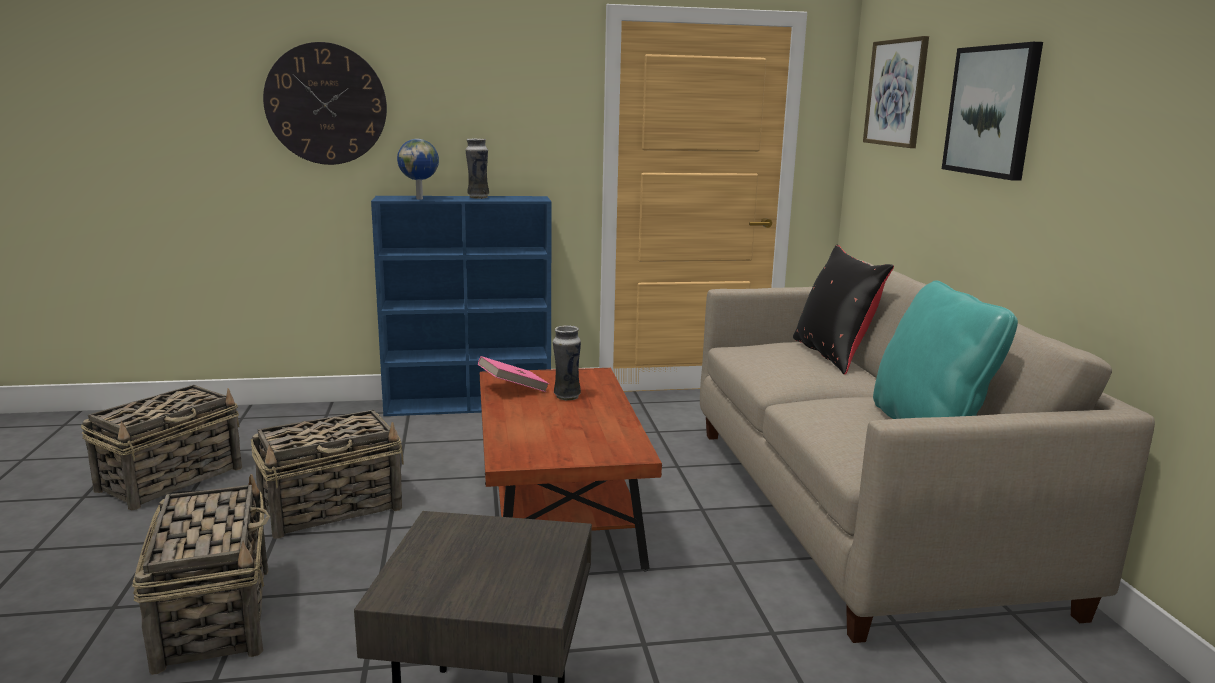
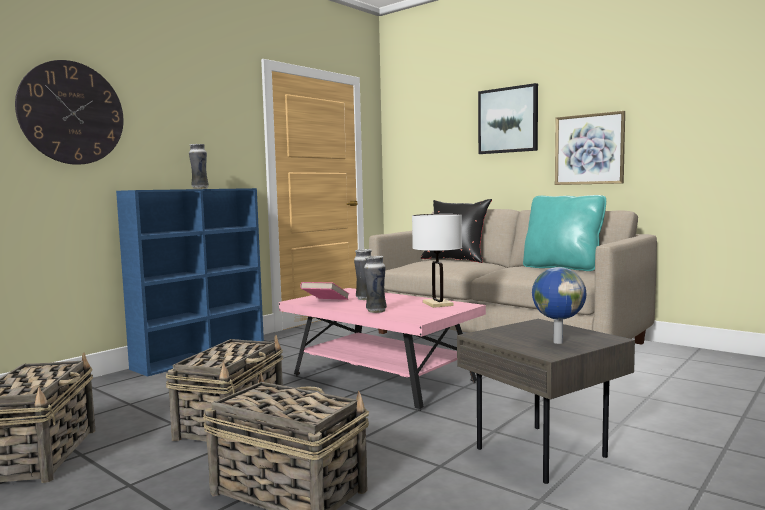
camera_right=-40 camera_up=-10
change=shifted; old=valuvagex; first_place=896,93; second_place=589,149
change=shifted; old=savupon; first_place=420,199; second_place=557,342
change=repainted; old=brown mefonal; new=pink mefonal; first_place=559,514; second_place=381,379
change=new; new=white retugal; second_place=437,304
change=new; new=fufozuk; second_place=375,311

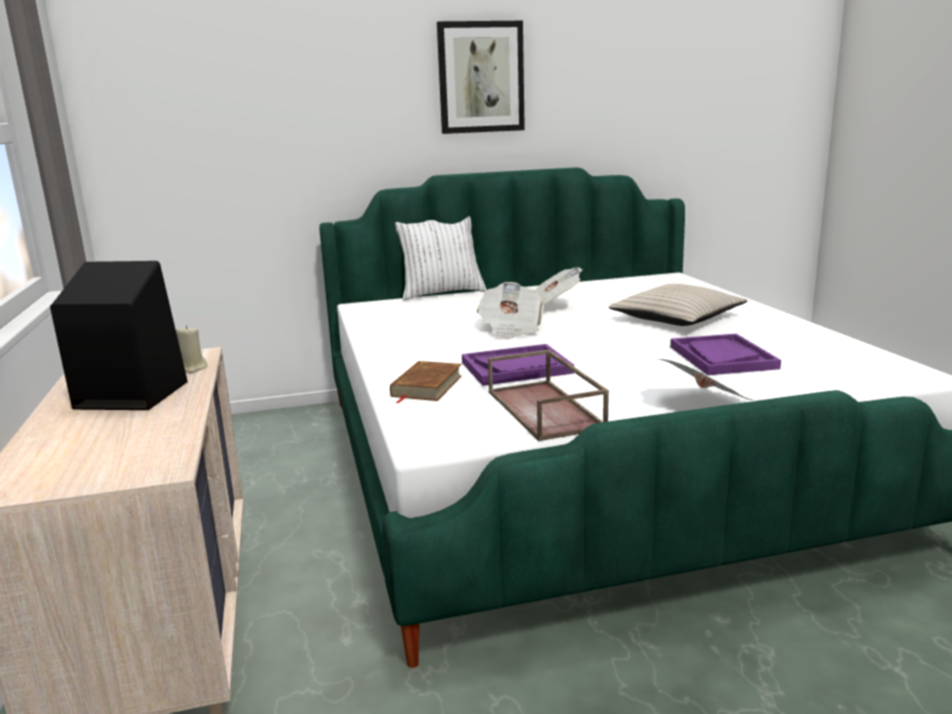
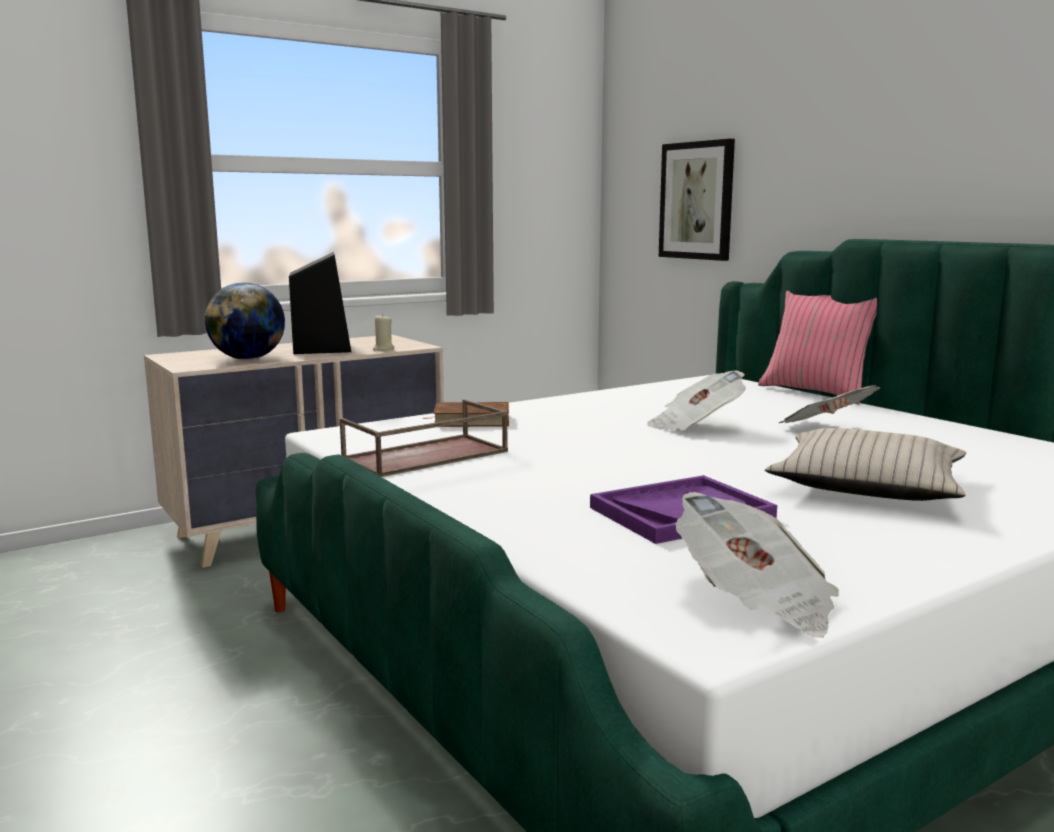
camera_right=70 camera_up=-5
change=shifted; old=valuvagex; first_place=481,77; second_place=697,201
change=repainted; old=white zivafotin; new=pink zivafotin; first_place=441,293; second_place=817,392
change=gone; old=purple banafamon; first_place=516,367
change=shifted; old=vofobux; first_place=706,404; second_place=756,603
change=new; new=savupon; second_place=248,359

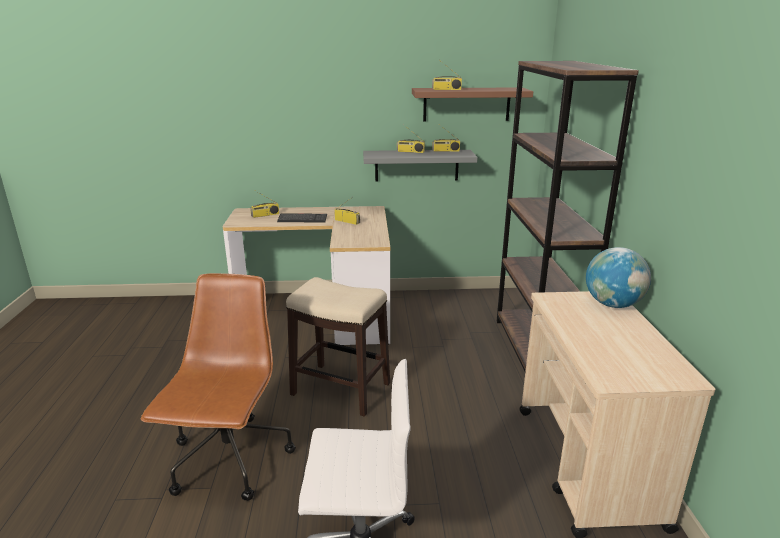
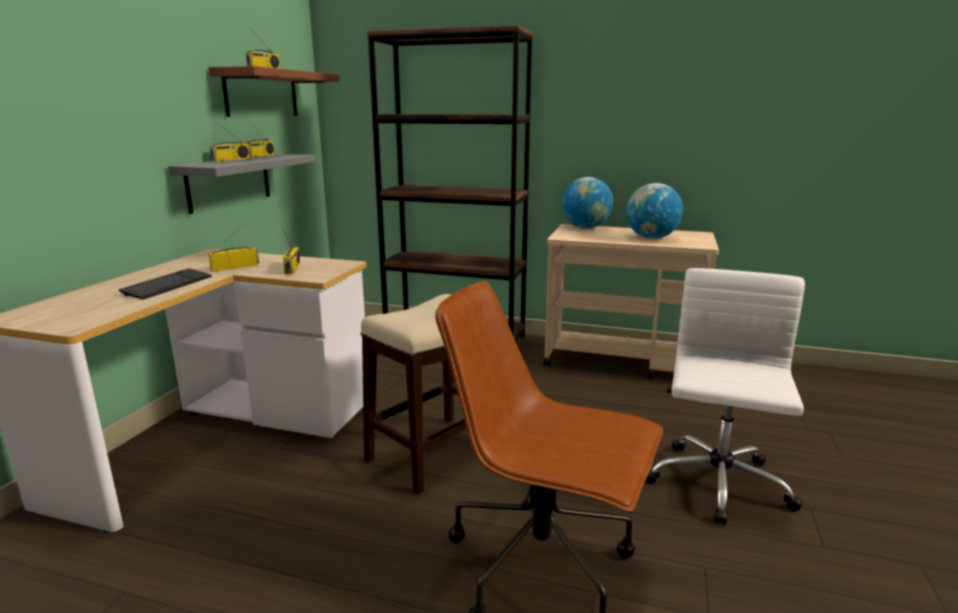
camera_right=-70 camera_up=-5
change=shifted; old=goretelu; first_place=265,215; second_place=293,268
change=new; new=savupon; second_place=651,238

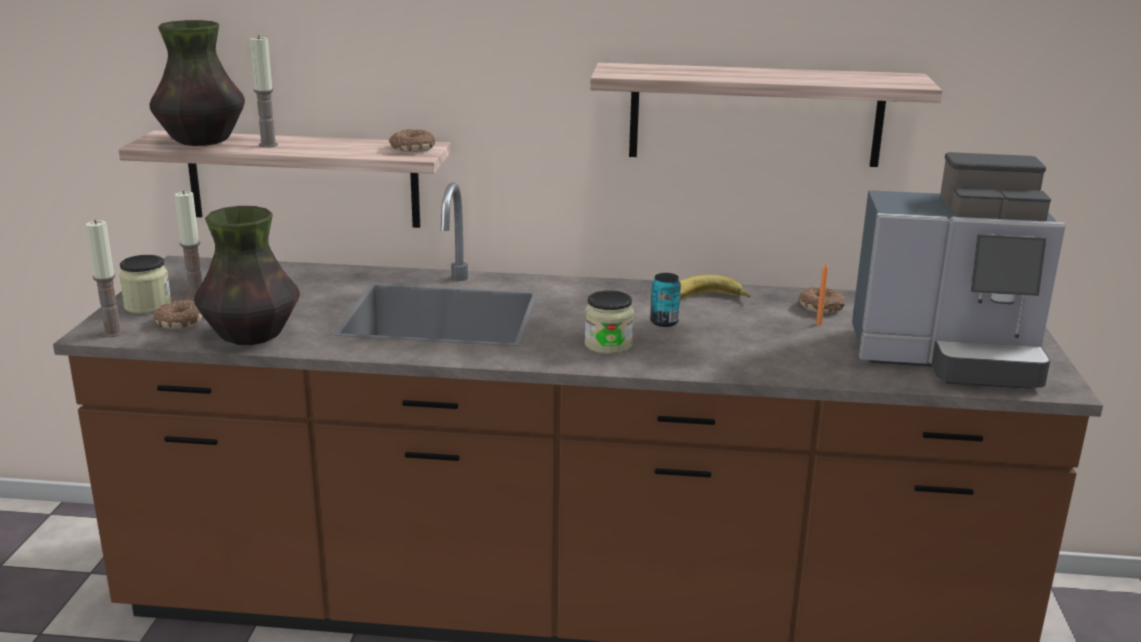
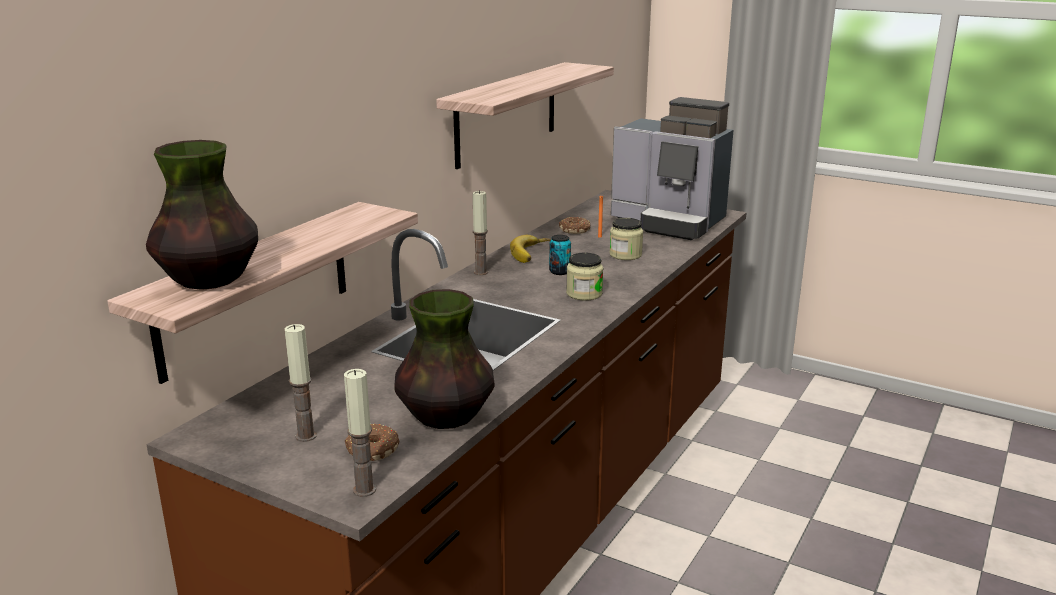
camera_right=-65 camera_up=0
change=shifted; old=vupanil; first_place=268,145; second_place=481,272
change=gone; old=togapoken; first_place=411,148
change=rotated; old=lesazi; first_place=948,357; second_place=670,222; degrees=90
change=shifted; old=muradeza; first_place=148,306; second_place=625,255

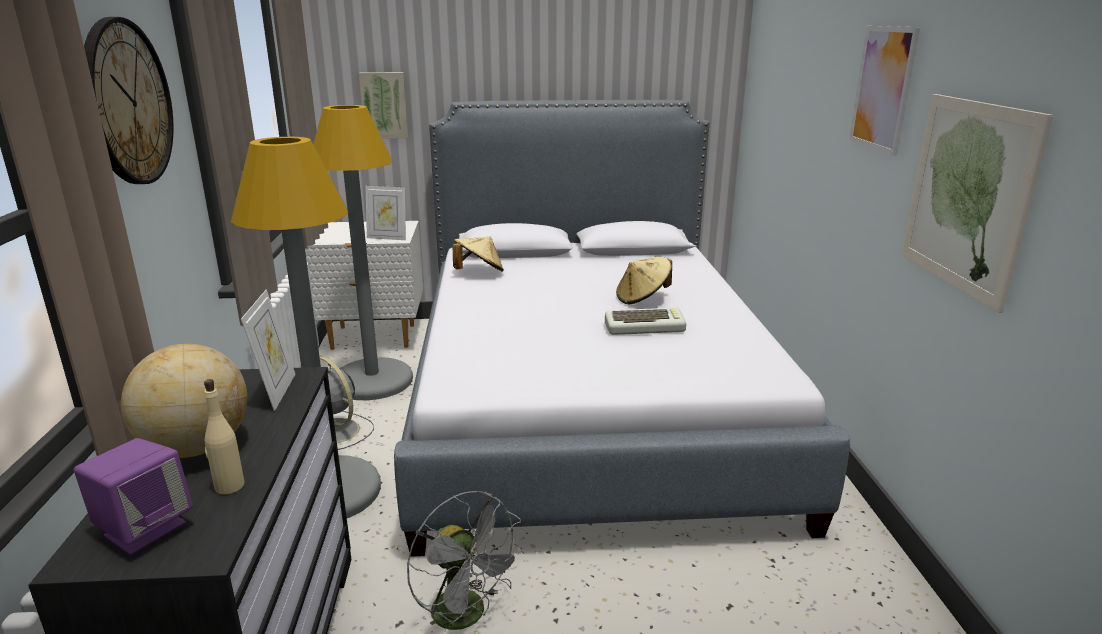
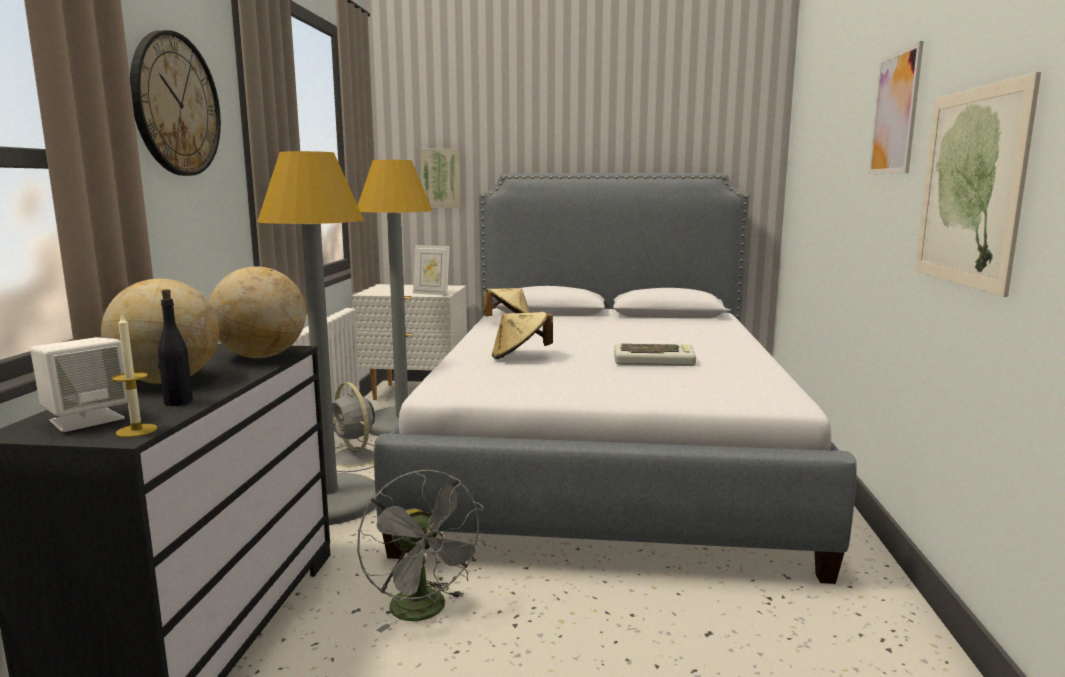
camera_right=10 camera_up=-10
change=shifted; old=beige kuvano; first_place=642,298; second_place=520,356
change=swapped; old=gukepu; new=savupon; first_place=277,392; second_place=262,356
change=repainted; old=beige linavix; new=black linavix; first_place=229,486; second_place=178,402
change=repainted; old=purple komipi; new=white komipi; first_place=145,529; second_place=87,419
change=new; new=vupanil; second_place=136,430

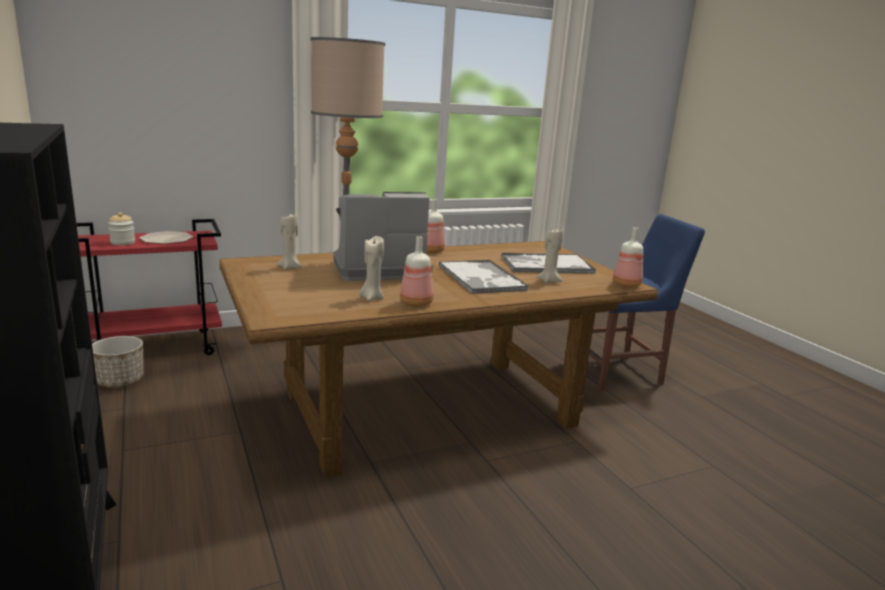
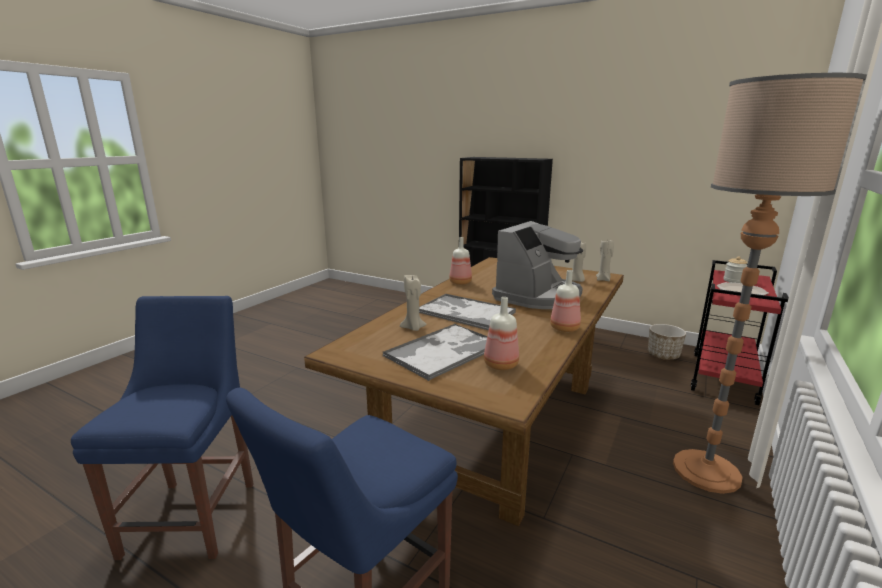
camera_right=145 camera_up=0
change=shifted; old=linavix; first_place=627,285; second_place=500,365
change=shifted; old=beige vupanil; first_place=372,298; second_place=603,279
change=new; new=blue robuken; second_place=195,513

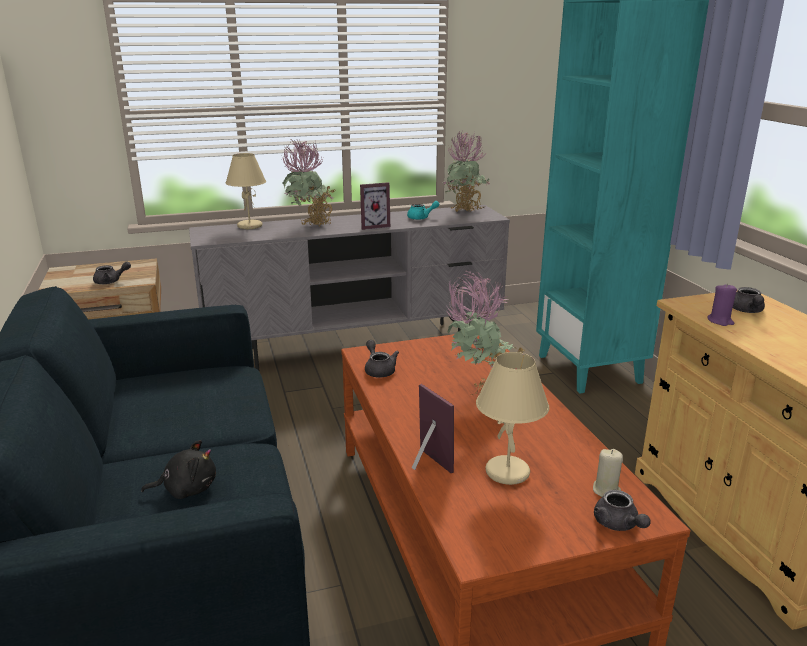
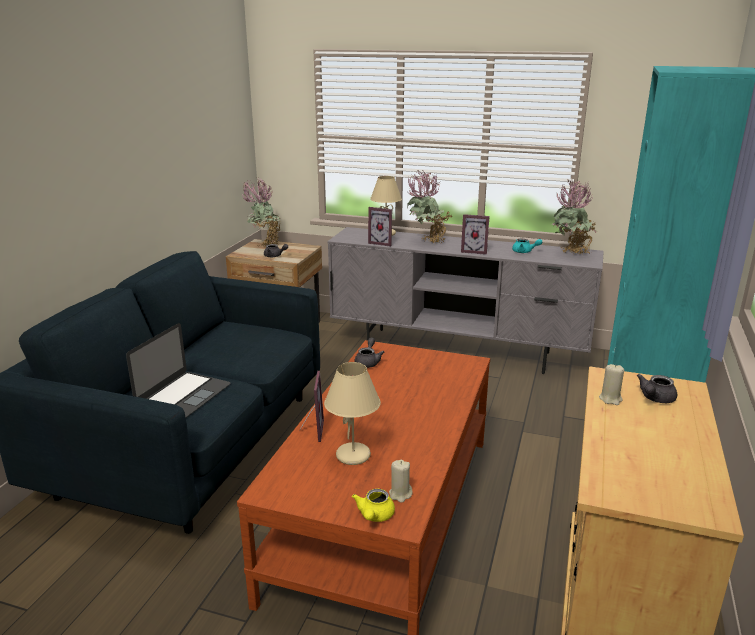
camera_right=35 camera_up=0
change=shifted; old=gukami; first_place=480,395; second_place=265,245
change=repainted; old=purple vupanil; new=beige vupanil; first_place=720,321; second_place=610,399
change=swapped; old=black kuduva; new=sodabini; first_place=187,489; second_place=183,395
change=repainted; old=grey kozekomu; new=yellow kozekomu; first_place=618,524; second_place=374,516
change=new; new=gukepu; second_place=382,243

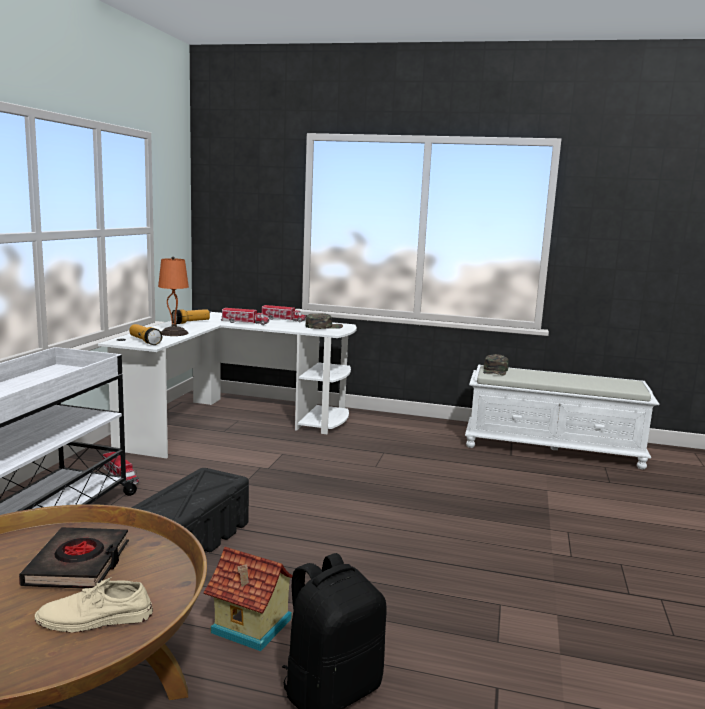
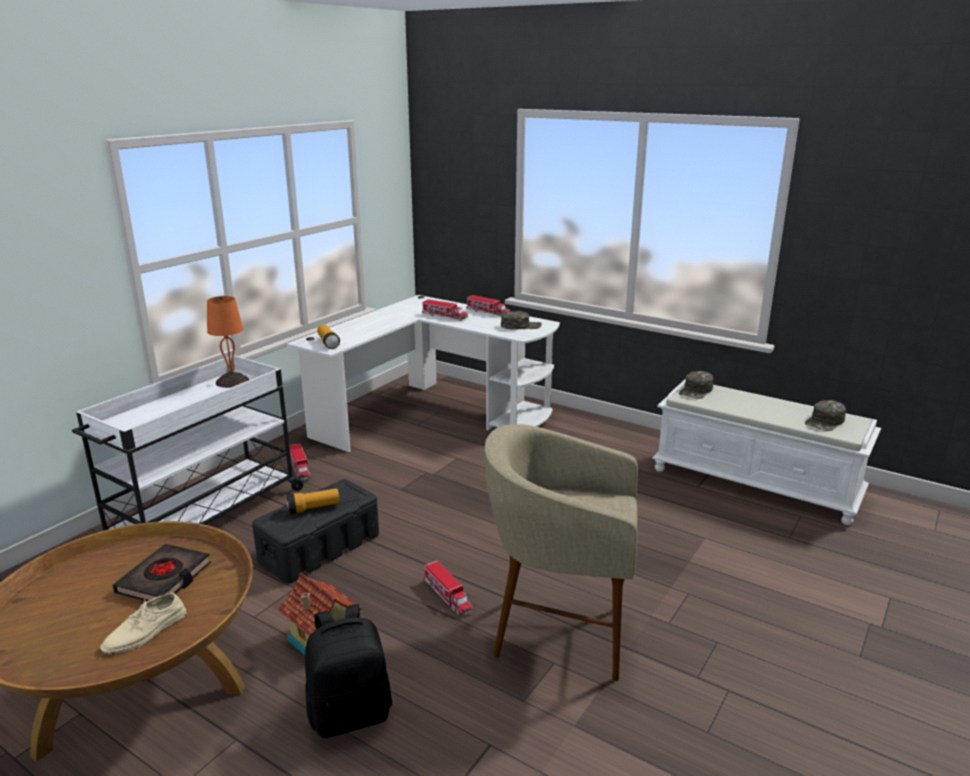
camera_right=20 camera_up=10
change=shifted; old=orange retugal; first_place=173,333; second_place=231,381
change=shifted; old=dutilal; first_place=191,322; second_place=314,508
change=rotated; old=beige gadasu; first_place=94,619; second_place=146,632; degrees=-60
change=new; new=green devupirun; second_place=825,422
change=new; new=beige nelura; second_place=558,634
change=new; new=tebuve; second_place=448,596

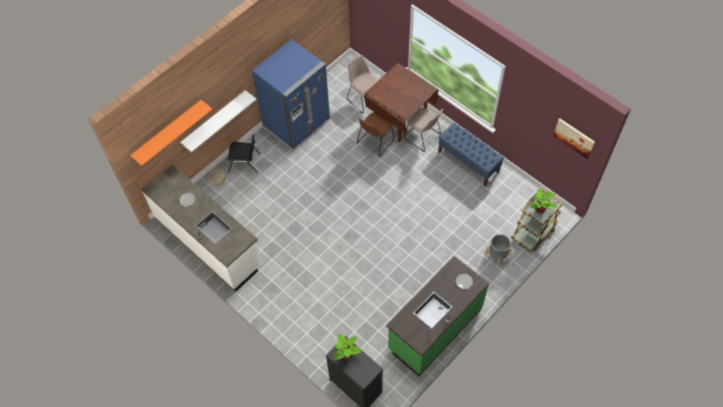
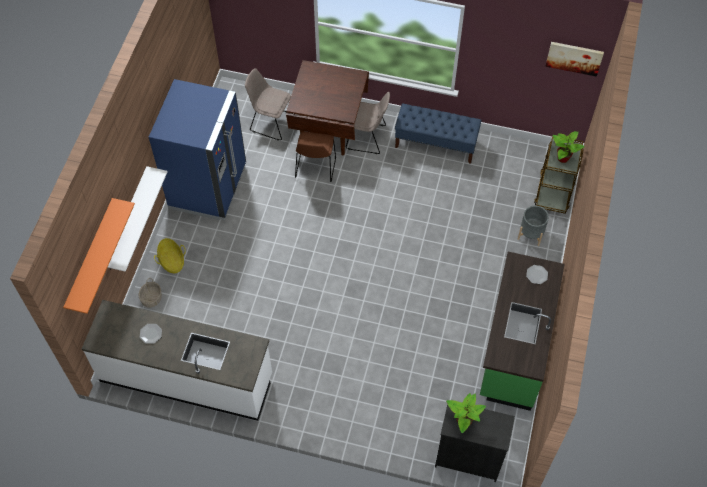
camera_right=-30 camera_up=0
change=swapped; old=black robuken; new=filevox; first_place=244,162; second_place=172,261

